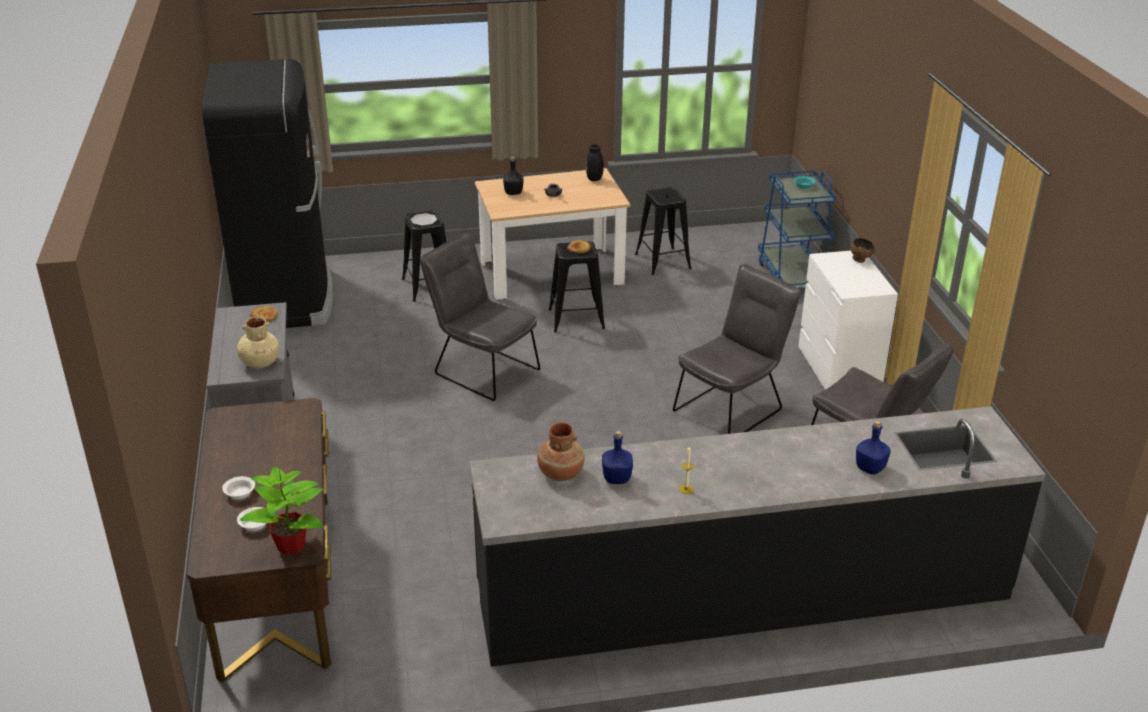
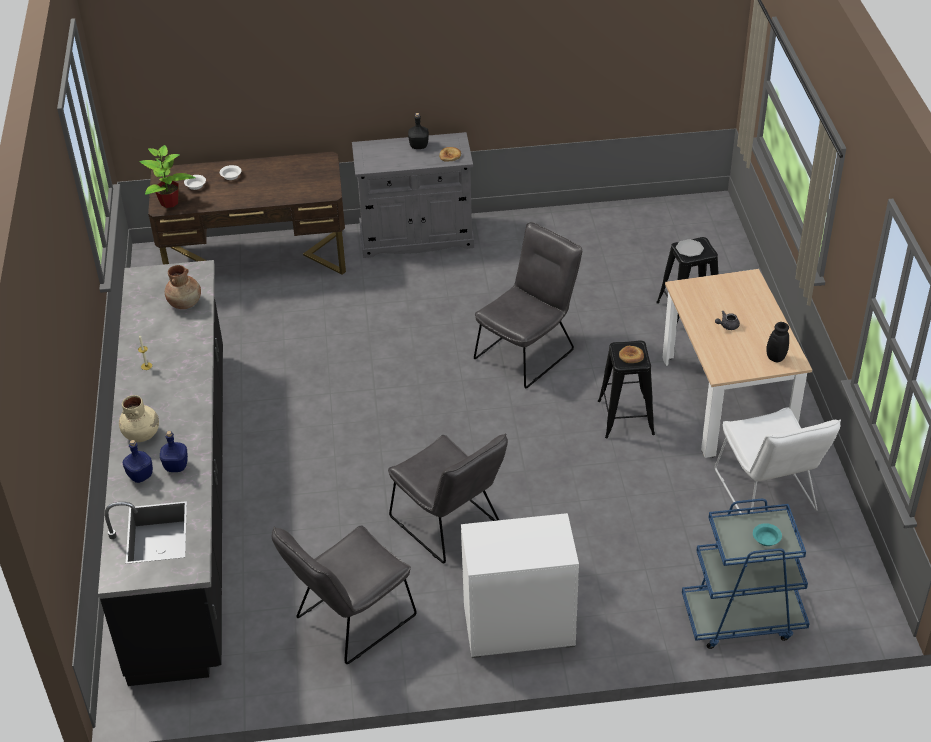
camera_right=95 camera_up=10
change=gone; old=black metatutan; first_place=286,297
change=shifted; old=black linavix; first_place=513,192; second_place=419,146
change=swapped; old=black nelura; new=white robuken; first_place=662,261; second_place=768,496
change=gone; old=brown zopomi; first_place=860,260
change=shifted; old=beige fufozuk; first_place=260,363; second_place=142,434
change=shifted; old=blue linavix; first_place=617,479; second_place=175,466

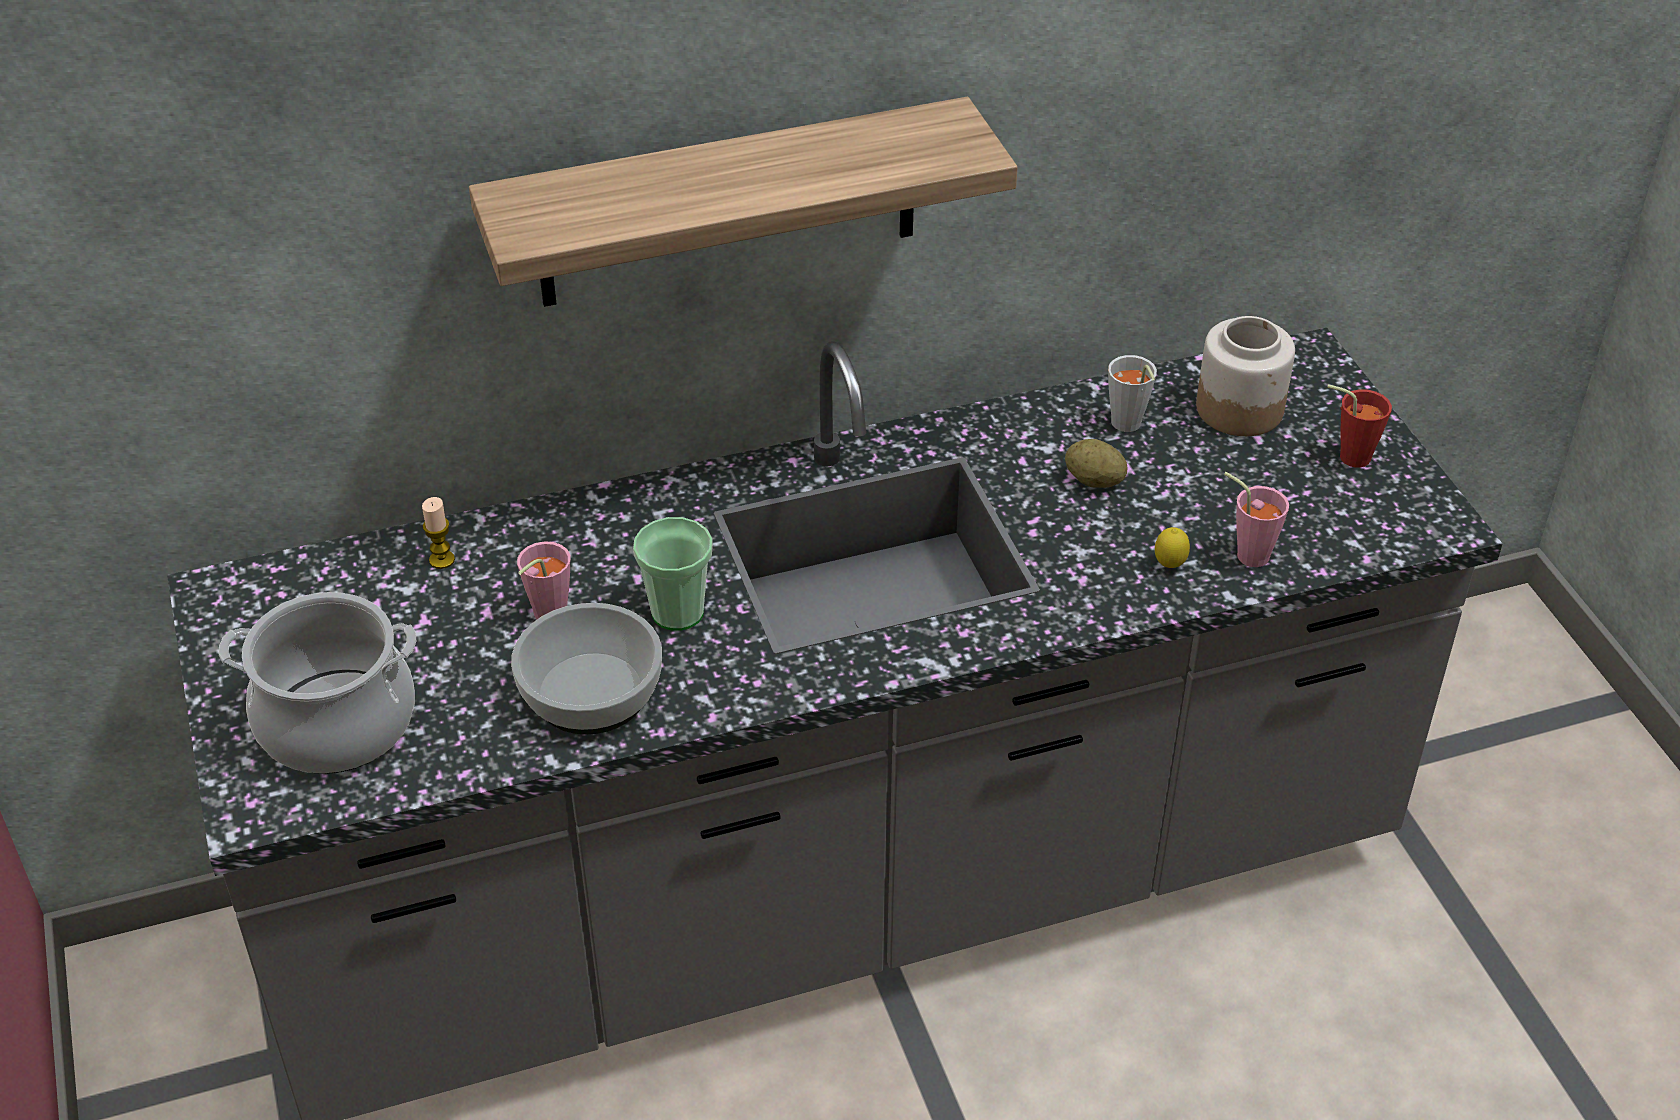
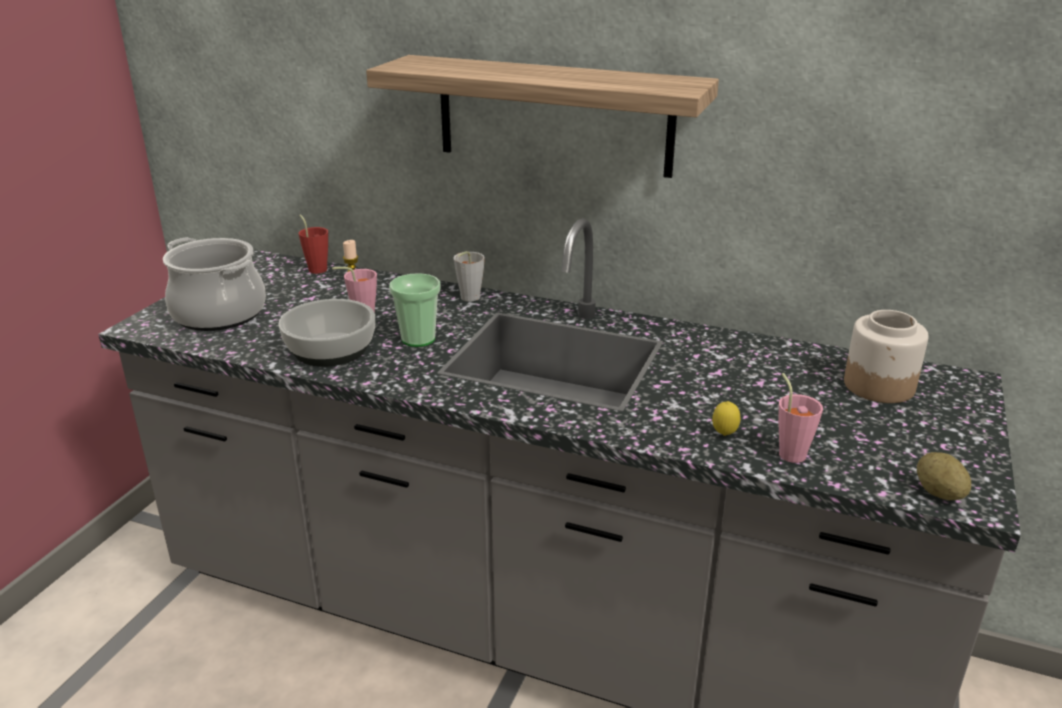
camera_right=40 camera_up=-15
change=shifted; old=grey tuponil; first_place=1128,427; second_place=467,299
change=shifted; old=red tuponil; first_place=1347,455; second_place=316,268
change=shifted; old=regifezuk; first_place=1094,481; second_place=938,493

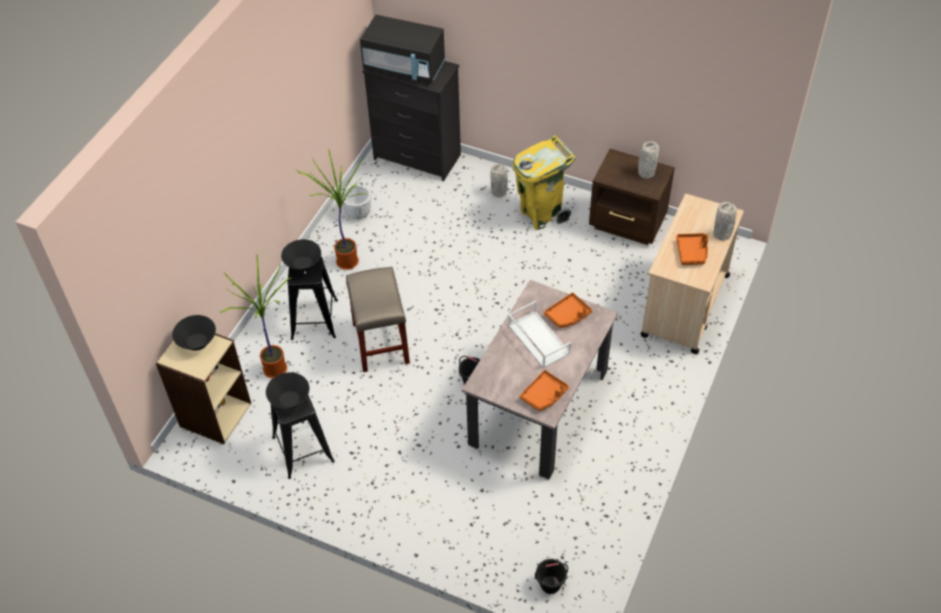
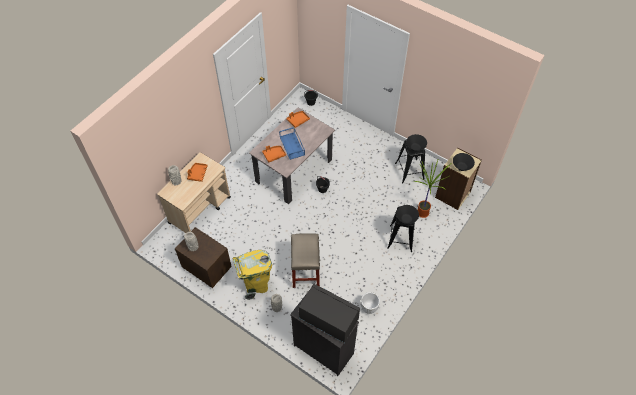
camera_right=-170 camera_up=5
change=gone; old=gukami; first_place=346,261
change=shifted; old=beige nelura; first_place=381,344; second_place=305,270
change=repainted; old=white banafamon; new=blue banafamon; first_place=538,339; second_place=292,146

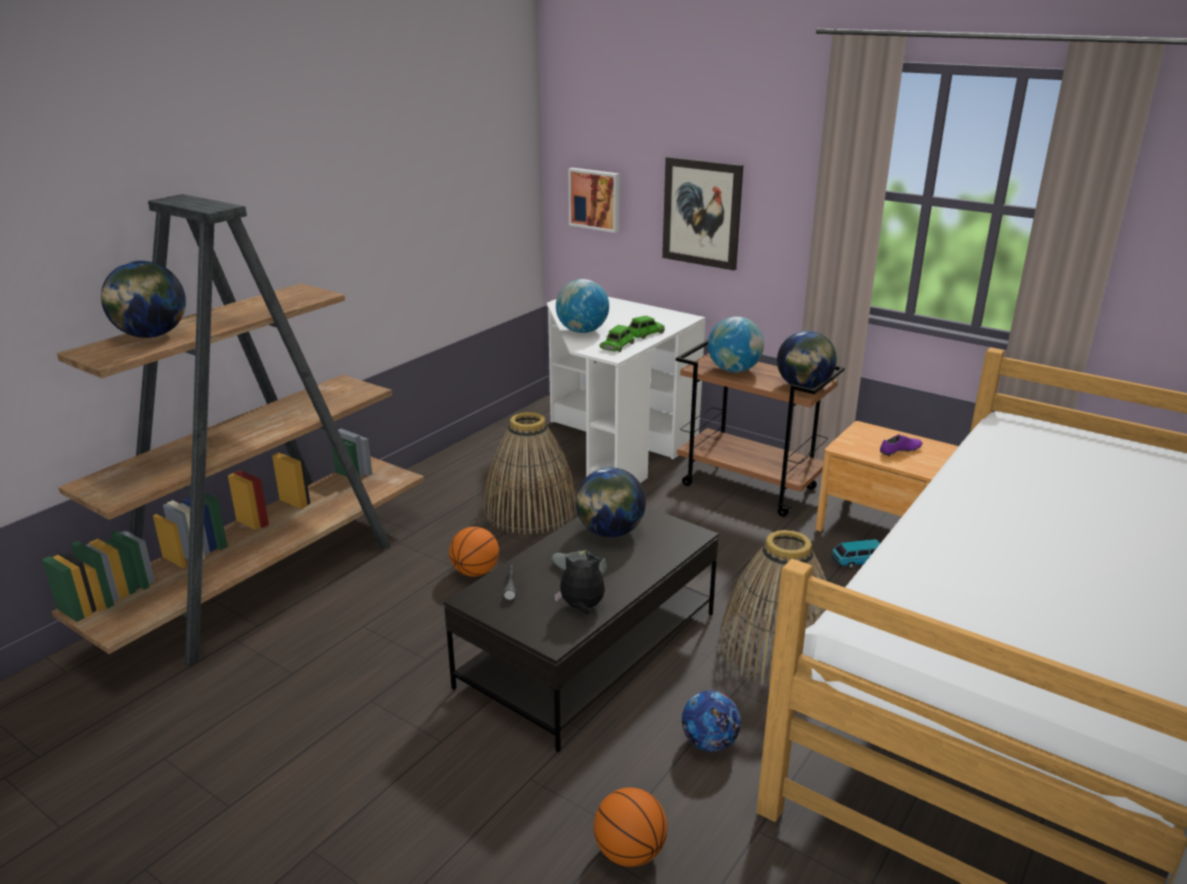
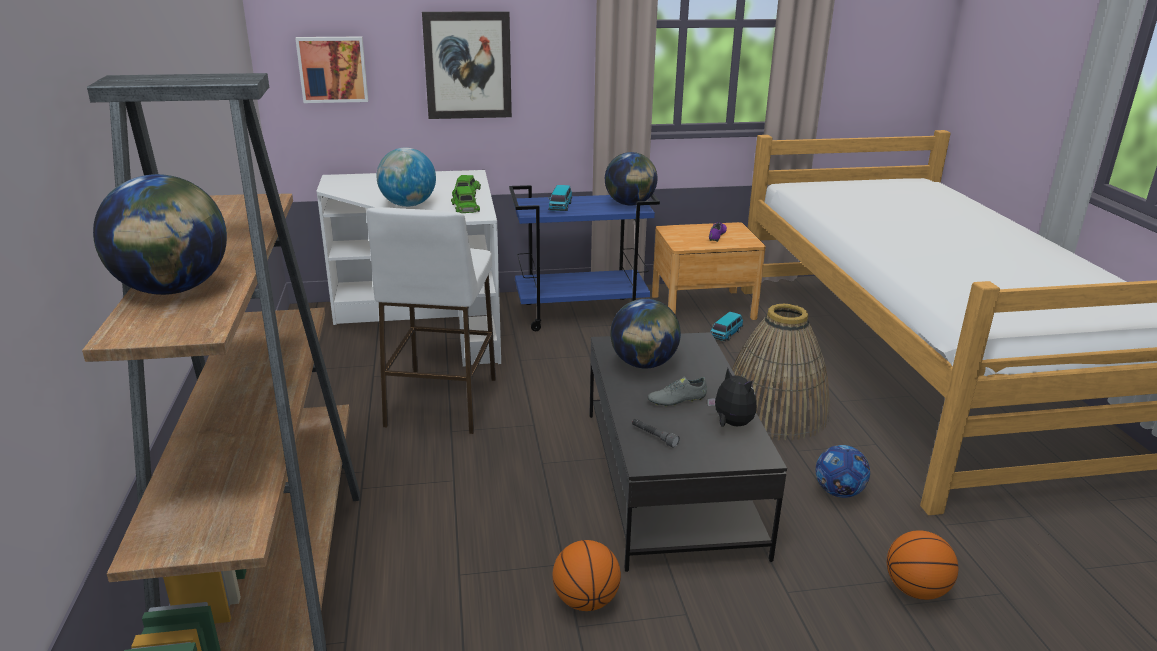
camera_right=-45 camera_up=0
change=swapped; old=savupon; new=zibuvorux; first_place=734,370; second_place=560,207
change=repainted; old=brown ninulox; new=blue ninulox; first_place=750,487; second_place=581,313
change=swapped; old=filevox; new=white nelura; first_place=530,509; second_place=441,402
change=shifted; old=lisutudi; first_place=475,572; second_place=586,601
change=rotated; old=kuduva; first_place=581,608; second_place=731,424; degrees=90

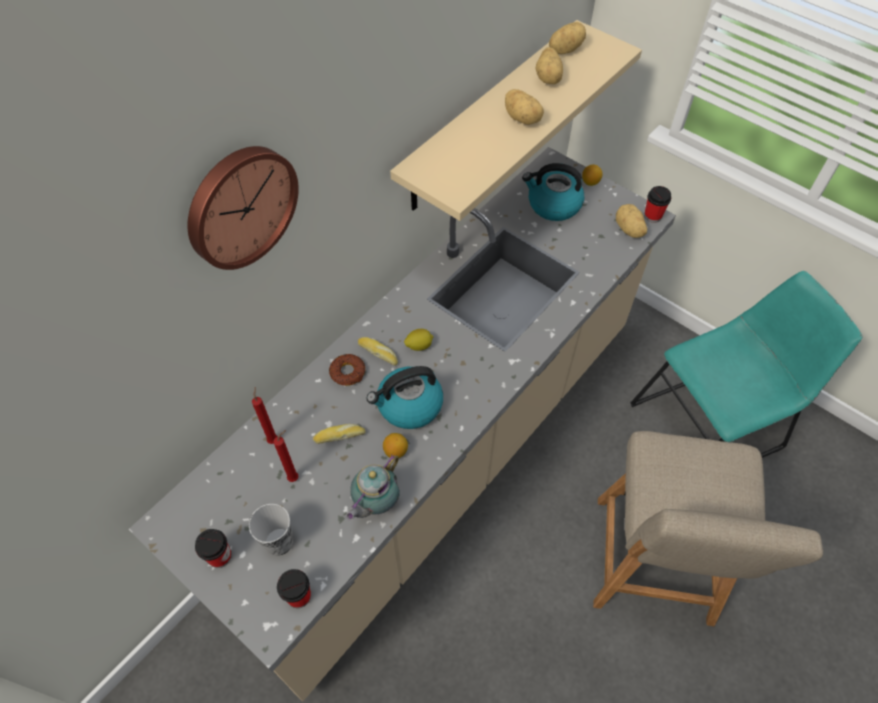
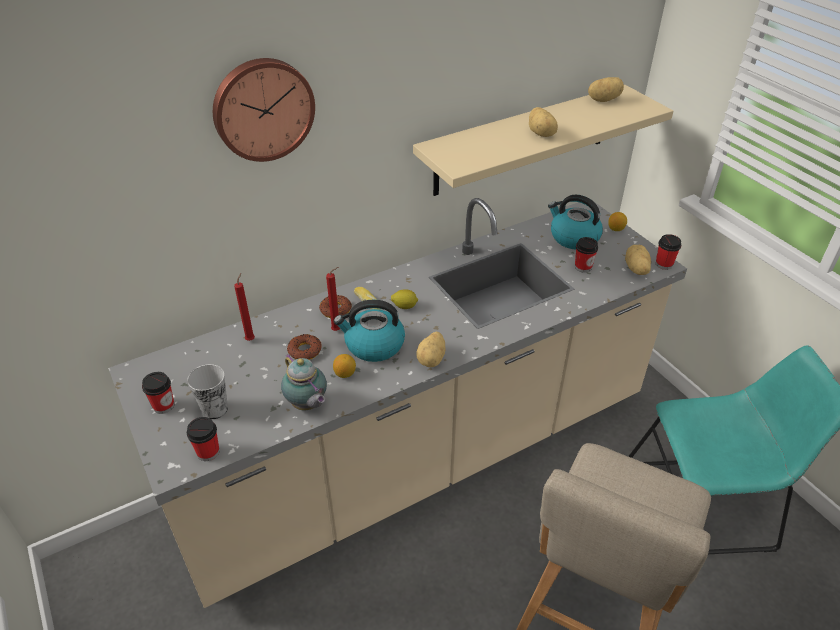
camera_right=20 camera_up=-15
change=shifted; old=regifezuk; first_place=548,78; second_place=432,359
change=swapped; old=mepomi; new=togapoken; first_place=339,435; second_place=304,350
change=shifted; old=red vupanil; first_place=295,477; second_place=337,330
change=rotated; old=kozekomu; first_place=375,503; second_place=307,405; degrees=-90
change=new; new=tuponil; second_place=583,267

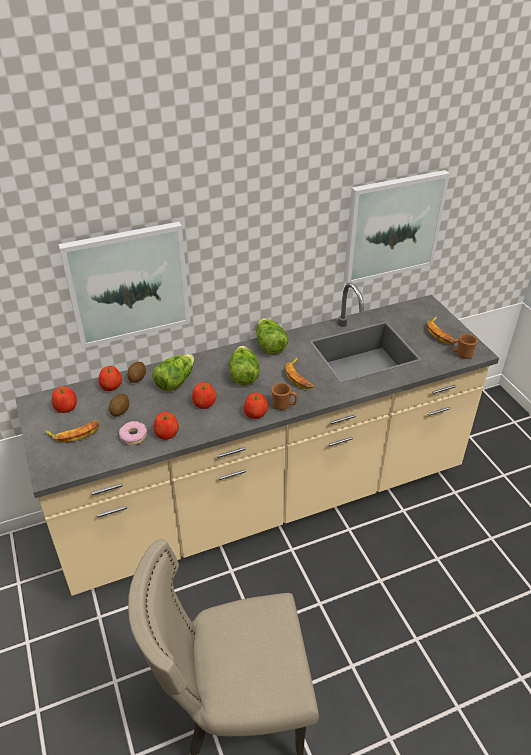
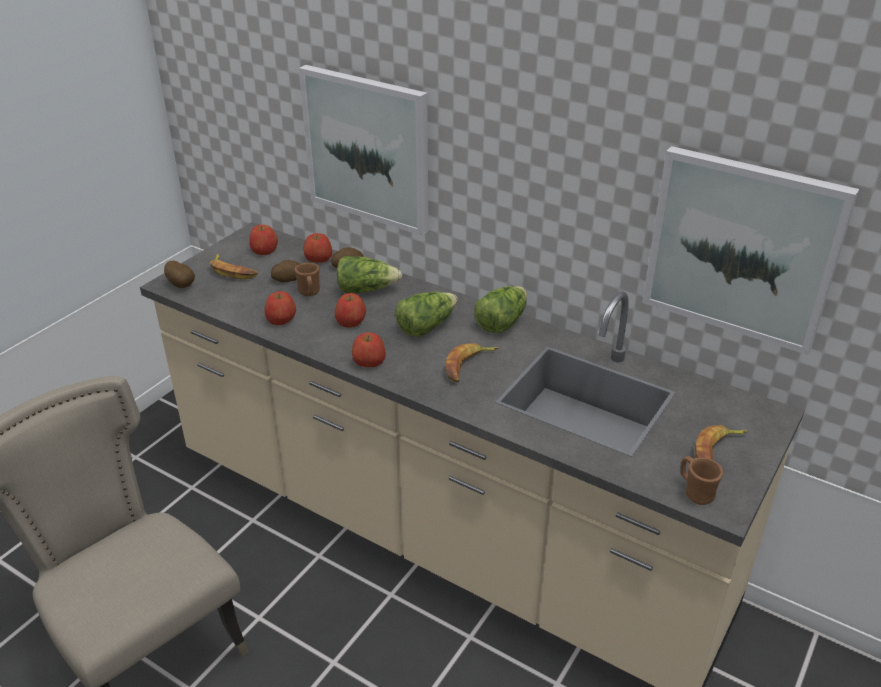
camera_right=55 camera_up=-5
change=shifted; old=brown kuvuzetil; first_place=284,406; second_place=309,293
change=gone; old=togapoken; first_place=133,436
change=new; new=regifezuk; second_place=182,285

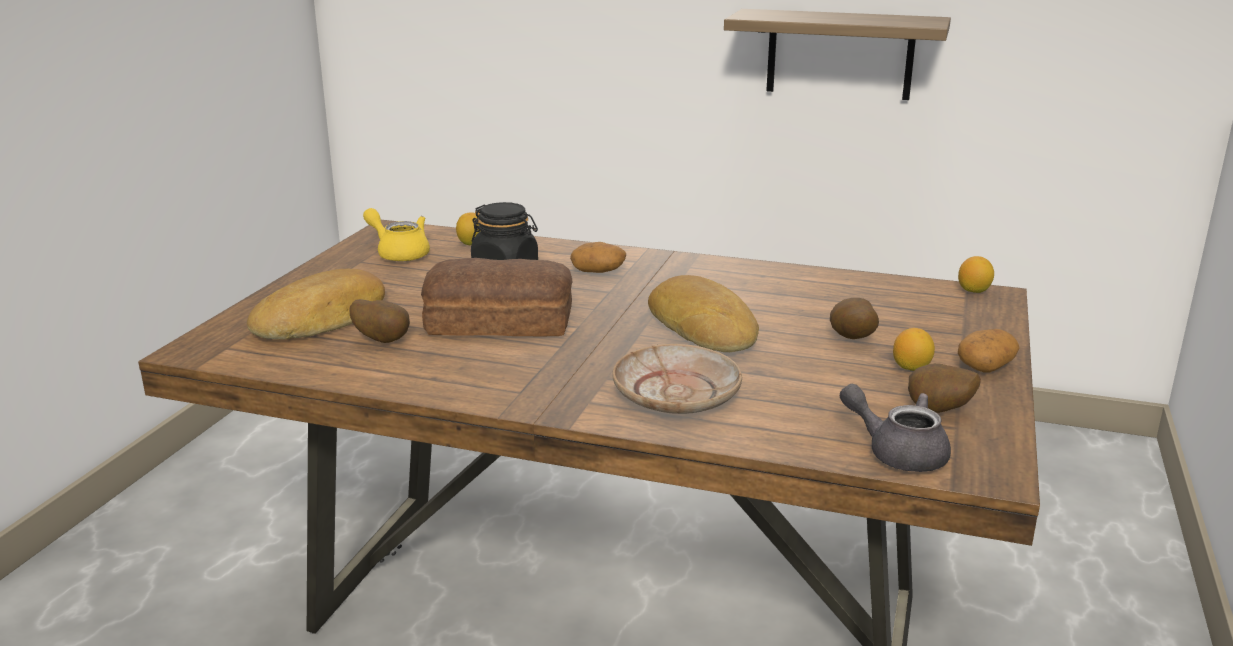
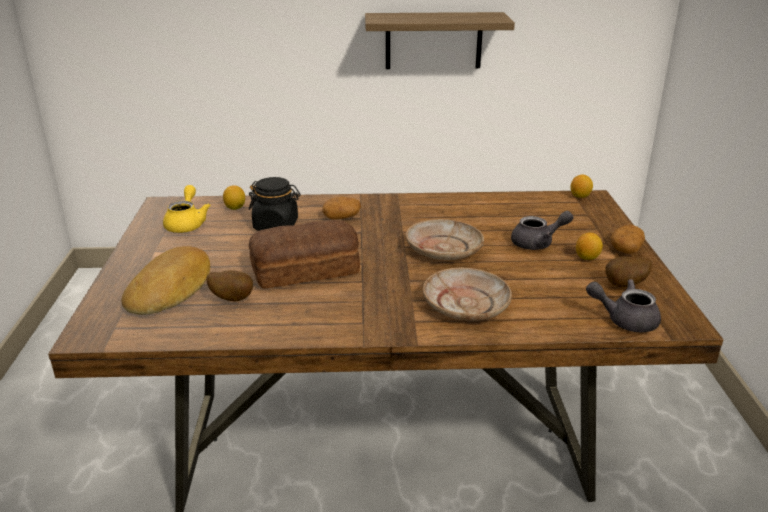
camera_right=-20 camera_up=5
change=rotated; old=yellow kozekomu; first_place=399,253; second_place=187,224; degrees=75
change=swapped; old=mepomi; new=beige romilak; first_place=704,326; second_place=443,249
change=swapped; old=regifezuk; new=grey kozekomu; first_place=851,339; second_place=538,243

